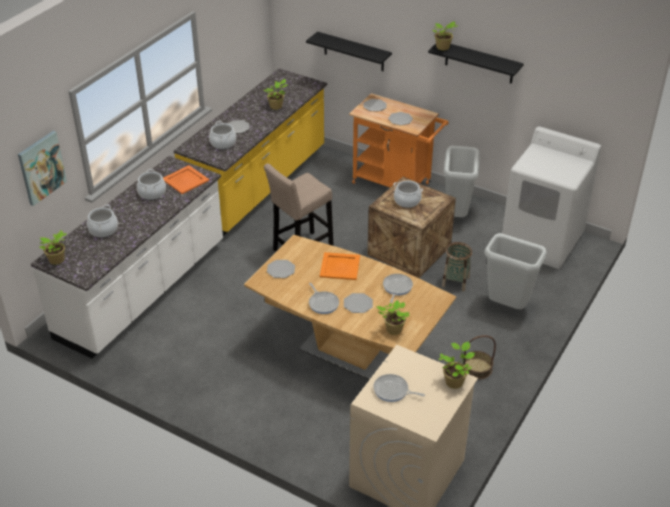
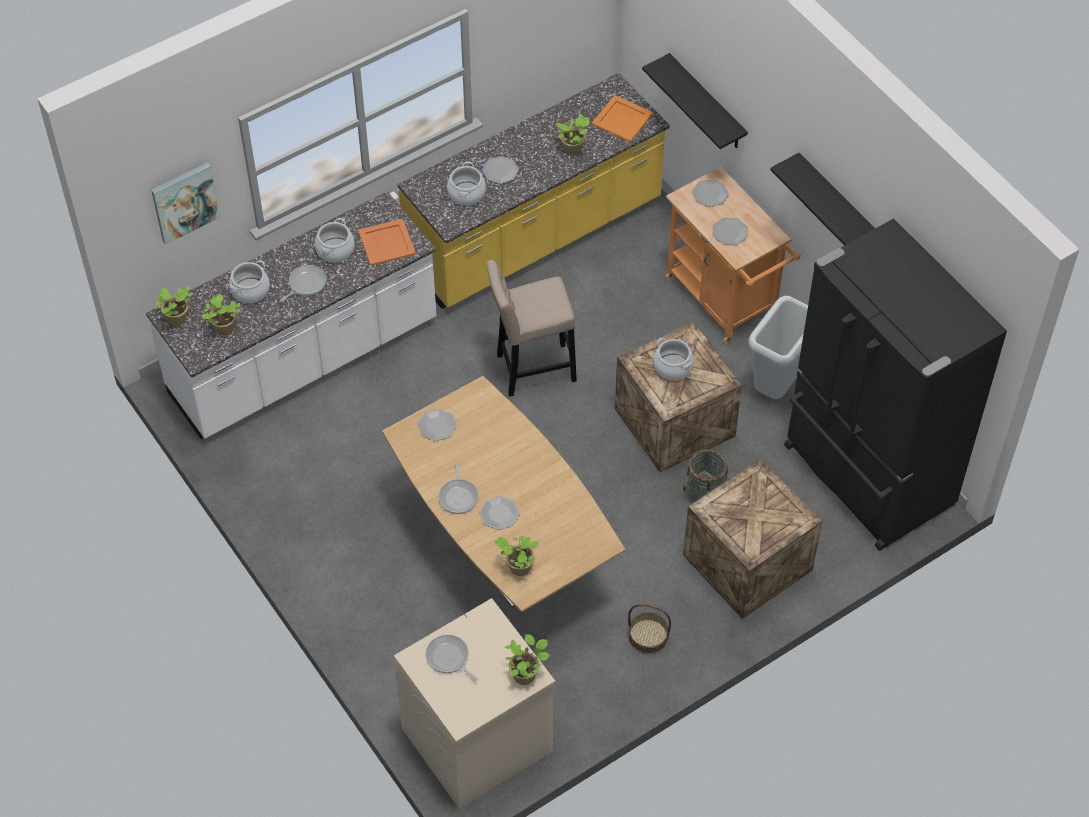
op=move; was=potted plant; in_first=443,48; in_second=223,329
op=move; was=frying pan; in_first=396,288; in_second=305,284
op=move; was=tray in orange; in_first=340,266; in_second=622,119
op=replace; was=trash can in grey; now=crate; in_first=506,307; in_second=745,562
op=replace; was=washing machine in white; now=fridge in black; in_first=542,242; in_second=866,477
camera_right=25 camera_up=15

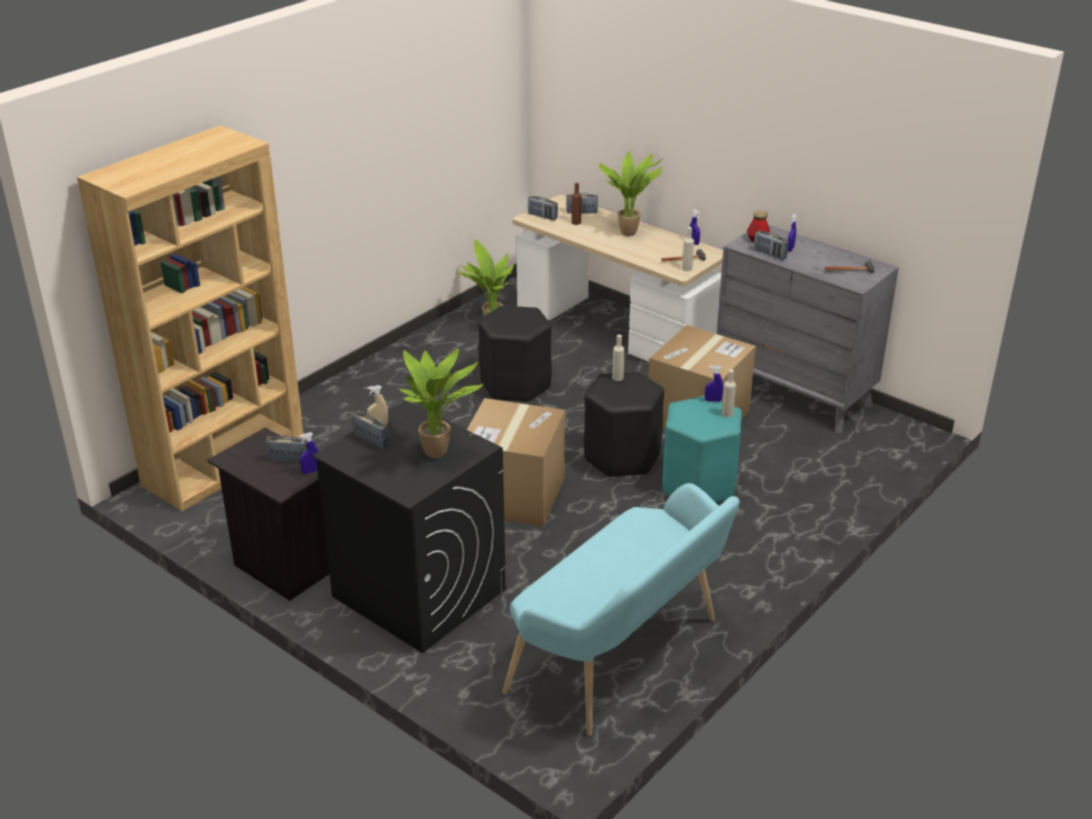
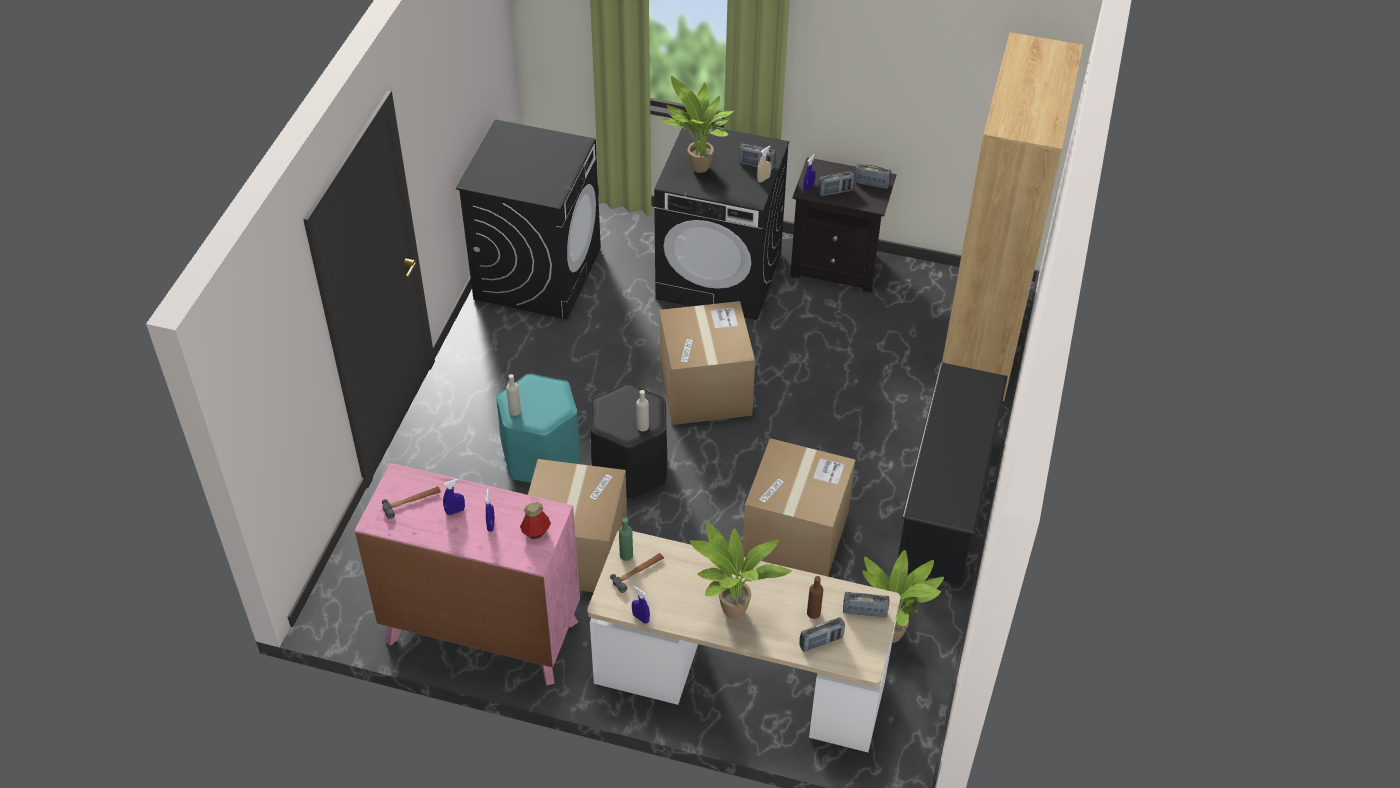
op=recolor; was=dresser in grey; now=dresser in pink; in_first=793,393; in_second=482,631
op=move; was=spray bottle in blue; in_first=713,400; in_second=455,511
op=replace; was=bench in turquoise; now=washing machine in black; in_first=623,658; in_second=538,273
op=recolor; was=bottle in beige; now=bottle in green; in_first=687,268; in_second=626,555
op=replace; was=stool in black; now=cardboard box; in_first=515,385; in_second=795,535
op=move; was=radio; in_first=769,254; in_second=872,184
op=insert; now=shoe rack in black; in_second=945,502
camera_right=155 camera_up=15

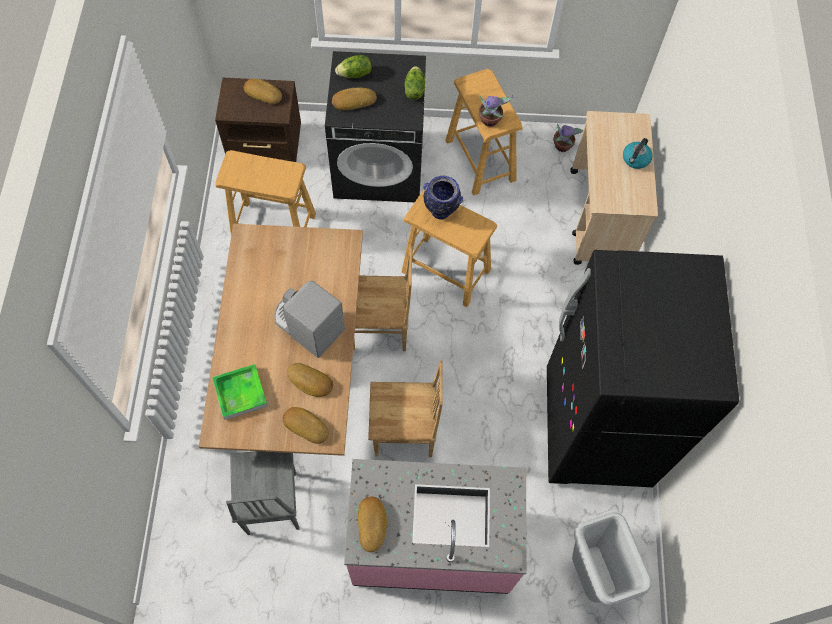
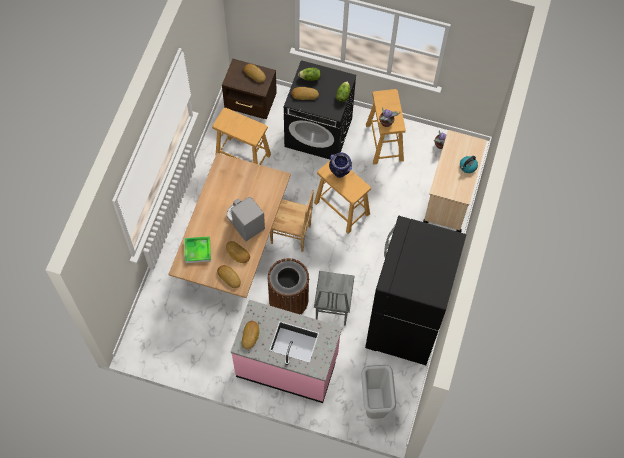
op=replace; was=chair in brown; now=trash can in brown; in_first=404,434; in_second=288,300
op=move; was=chair in grey; in_first=271,504; in_second=332,307
camera_right=15 camera_up=0

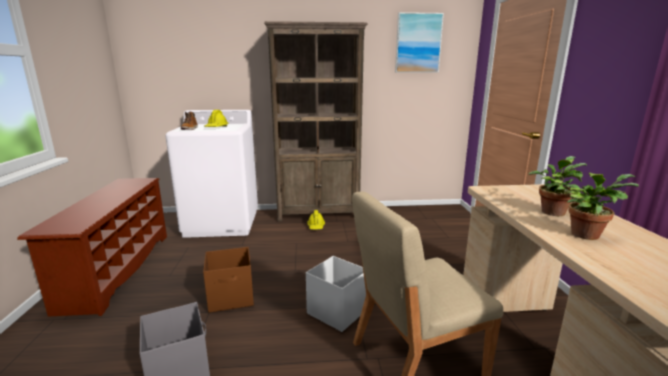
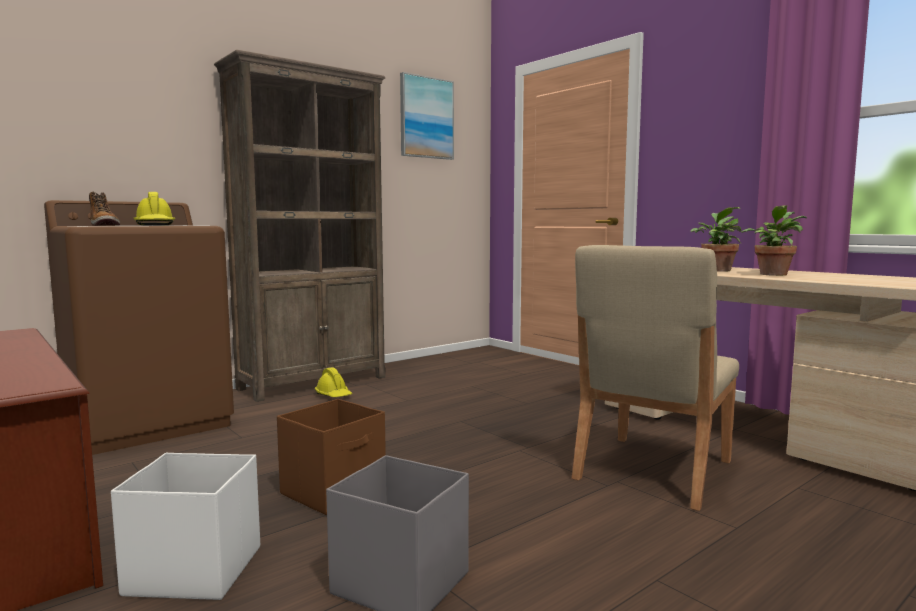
op=recolor; was=washing machine in white; now=washing machine in brown; in_first=222,223; in_second=149,422
op=move; was=storage box in white; in_first=336,311; in_second=193,570
camera_right=-35 camera_up=-10

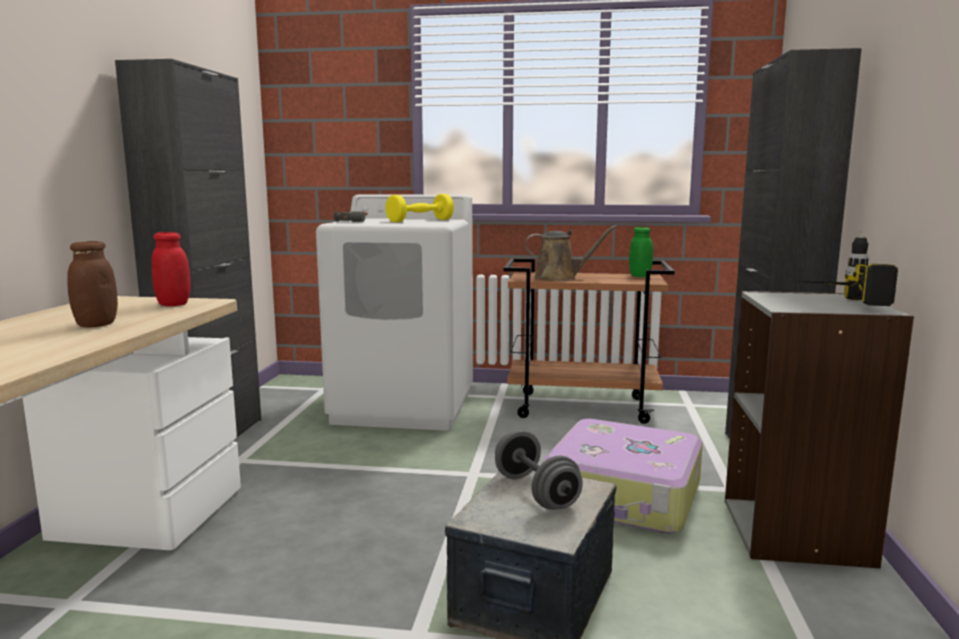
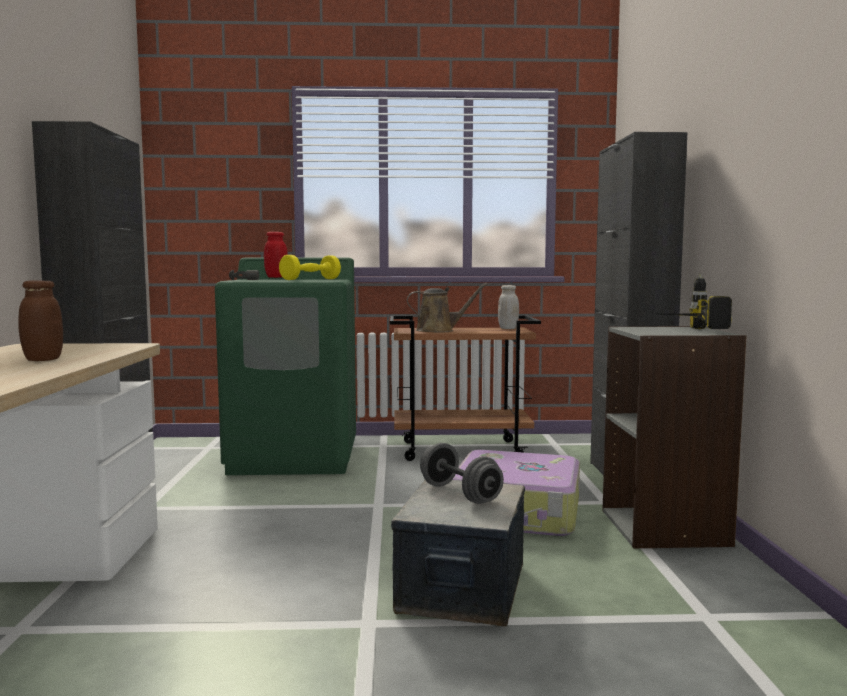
op=recolor; was=washing machine in white; now=washing machine in green; in_first=405,406; in_second=295,457
op=move; was=jar in red; in_first=173,304; in_second=276,277
op=recolor; was=jar in green; now=jar in white; in_first=640,276; in_second=508,328
camera_right=-10 camera_up=-5

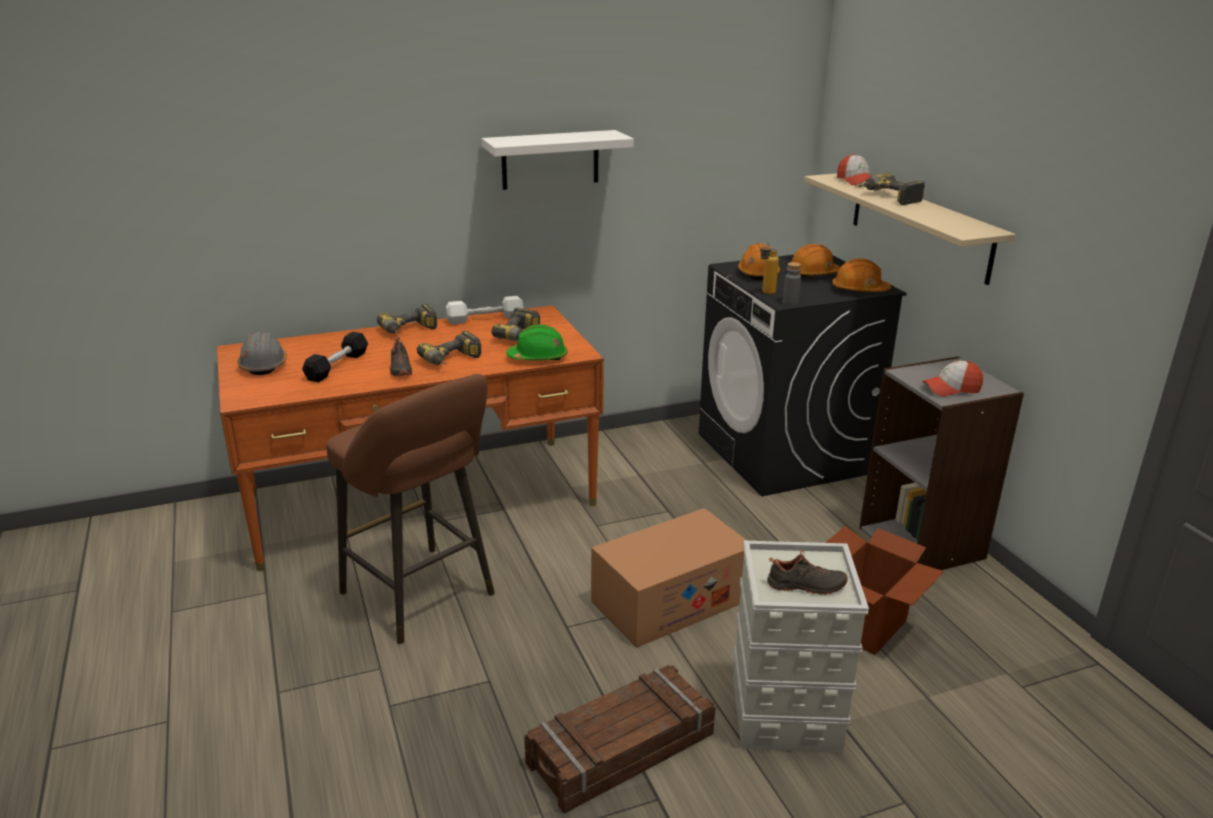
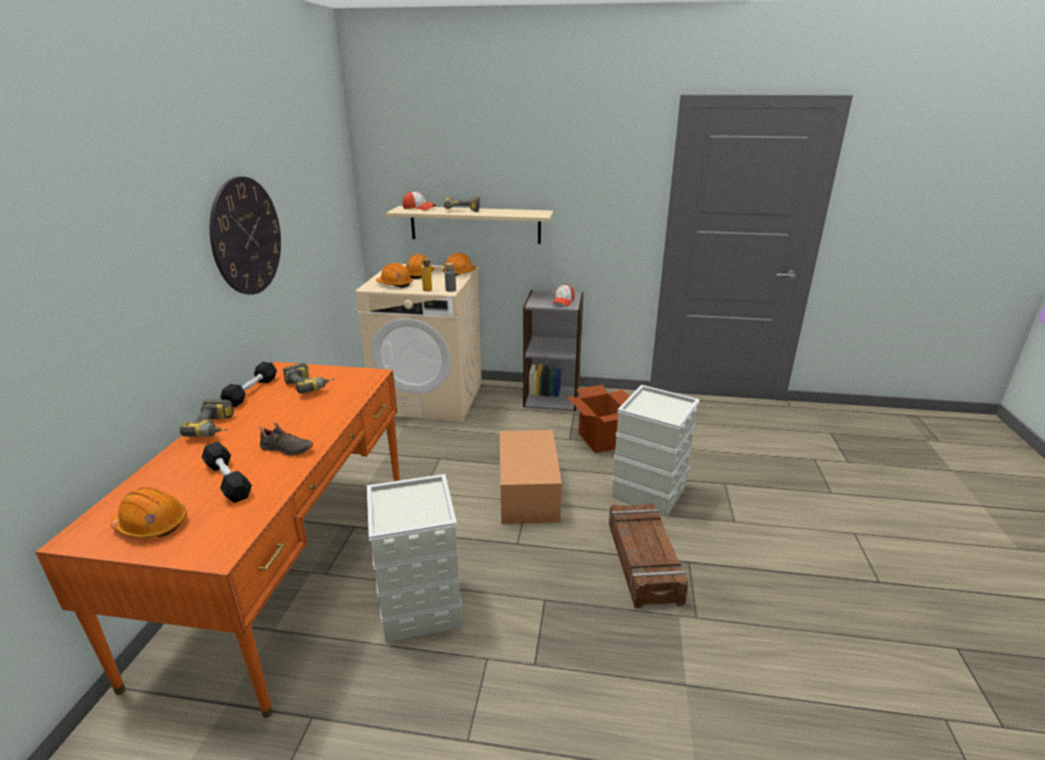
op=recolor; was=hard hat in grey; now=hard hat in orange; in_first=263,365; in_second=151,525
op=replace; was=shelf in white; now=wall clock; in_first=550,159; in_second=246,236
op=recolor; was=dumbbell in white; now=dumbbell in black; in_first=485,319; in_second=251,391
op=recolor; was=washing machine in black; now=washing machine in beige; in_first=784,453; in_second=430,398
op=replace; was=stool in brown; now=storage box in grey; in_first=422,597; in_second=421,606
op=delete; was=power drill; in_first=453,361
op=delete; was=hard hat in green; in_first=538,357
op=delete; was=shoe in black; in_first=806,587
camera_right=-60 camera_up=0

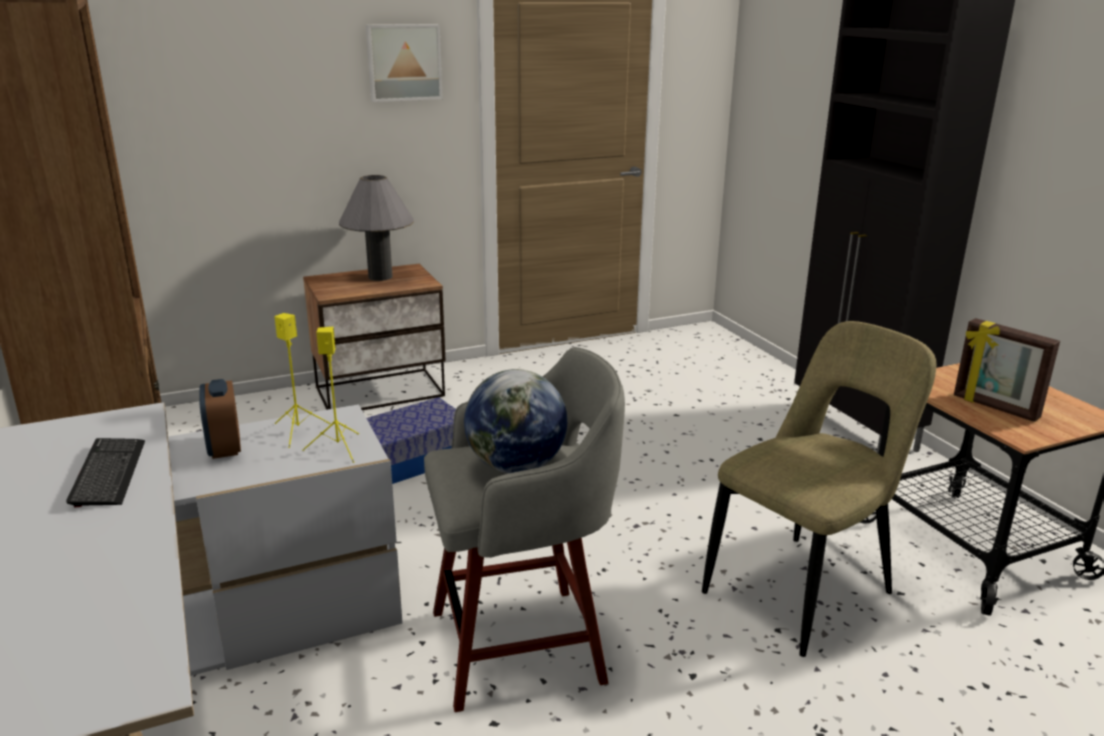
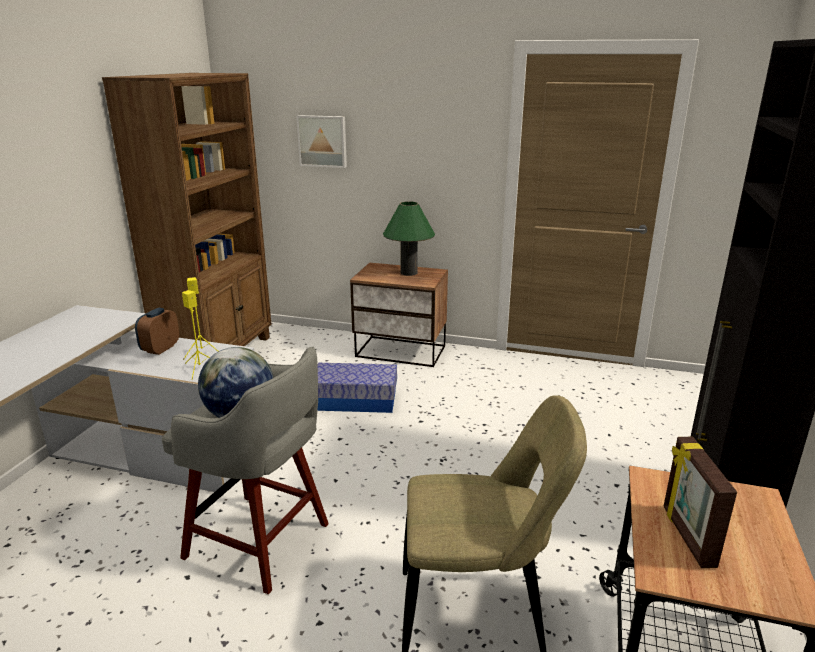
op=move; was=picture; in_first=403,62; in_second=323,141
op=recolor; was=table lamp in grey; now=table lamp in green; in_first=380,277; in_second=409,273
op=delete; was=keyboard; in_first=109,473
camera_right=40 camera_up=0

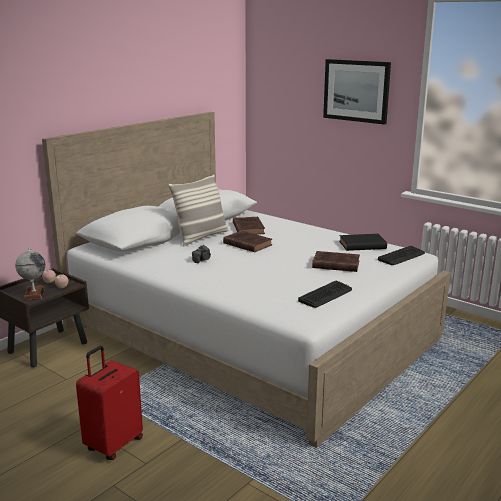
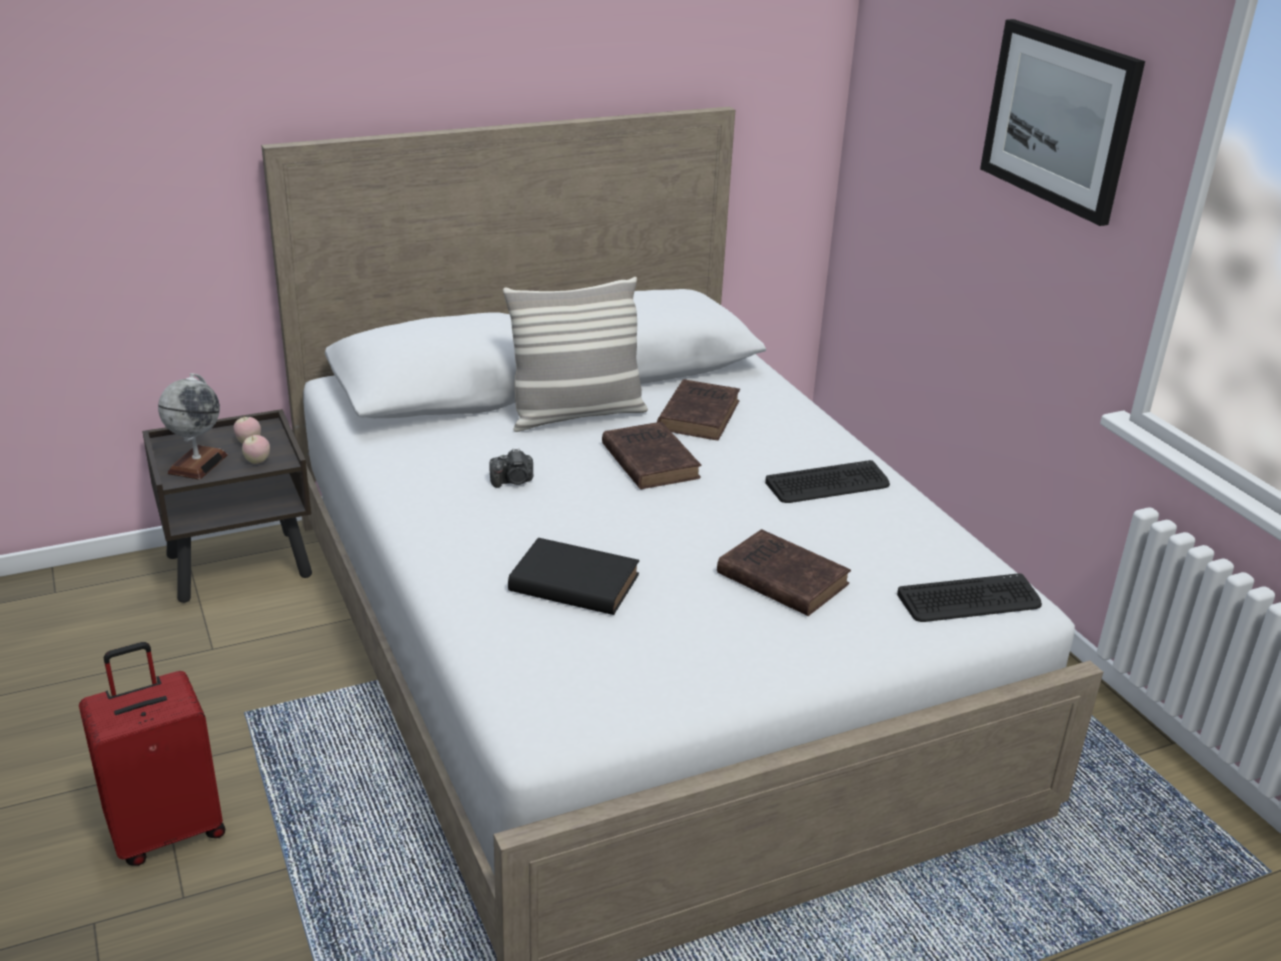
op=move; was=book in black; in_first=361,245; in_second=571,582
op=move; was=keyboard; in_first=326,295; in_second=828,484
camera_right=25 camera_up=10

